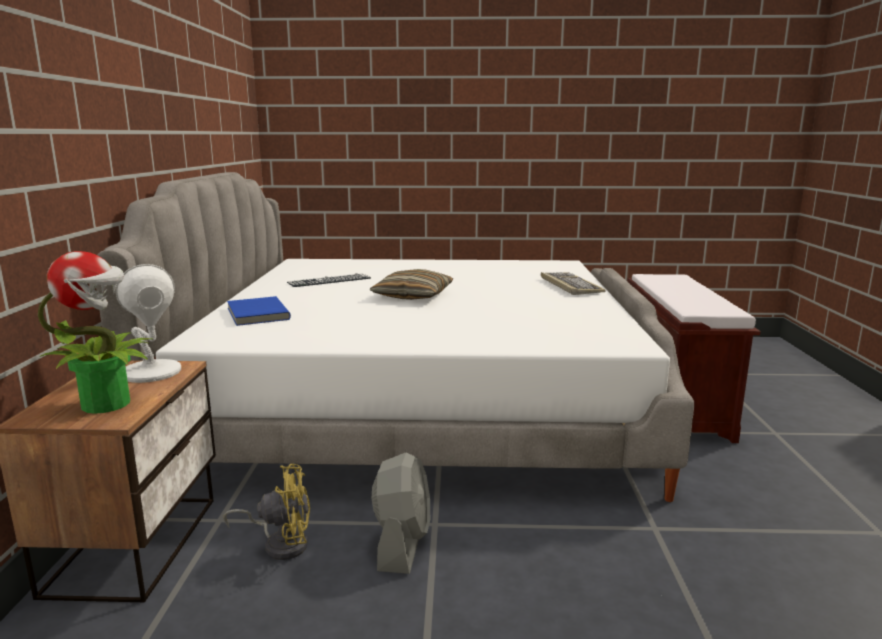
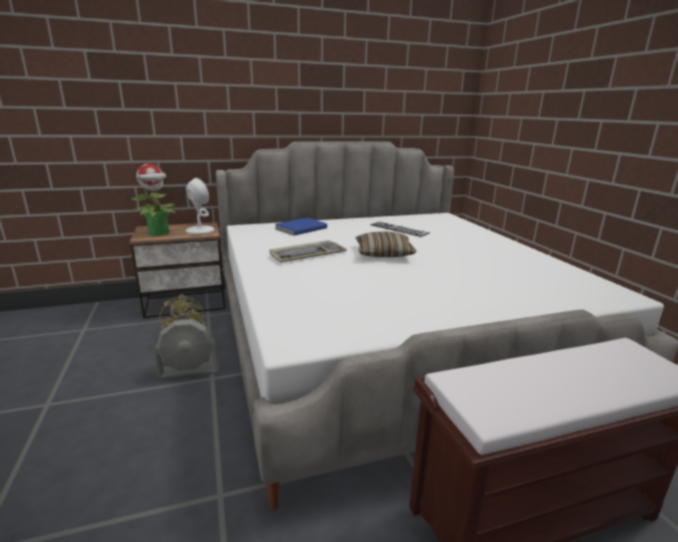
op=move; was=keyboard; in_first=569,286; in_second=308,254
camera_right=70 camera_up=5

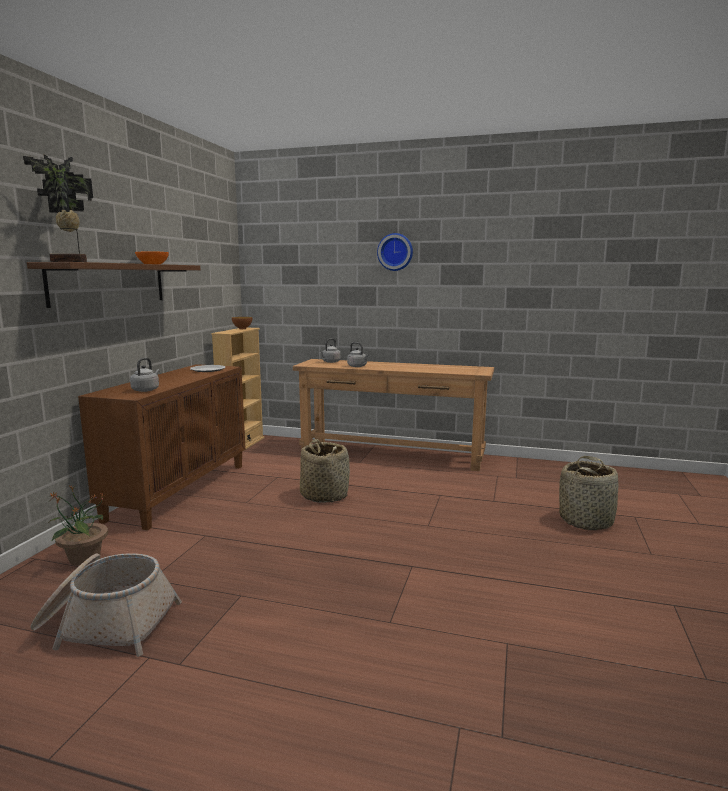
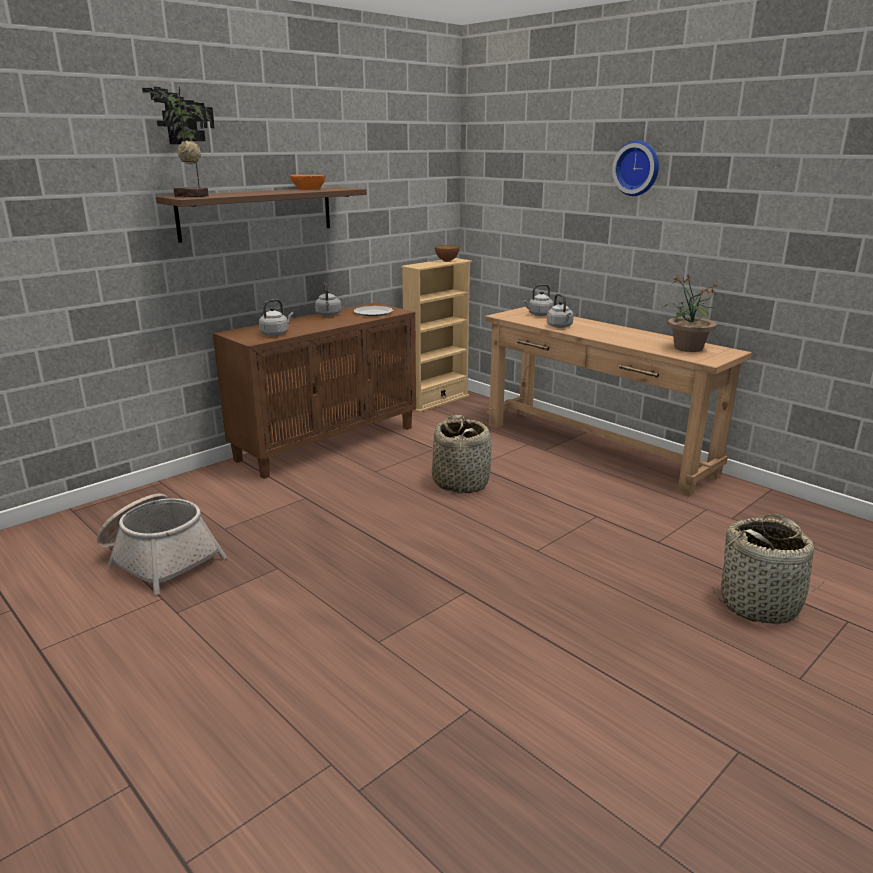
op=insert; now=kettle in grey; in_second=328,315
op=move; was=potted plant; in_first=83,558; in_second=687,348
camera_right=30 camera_up=10

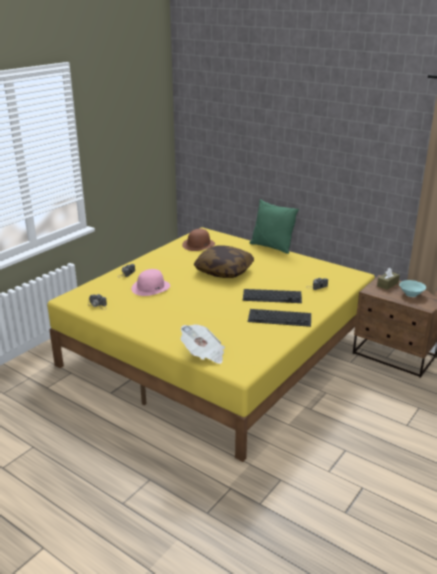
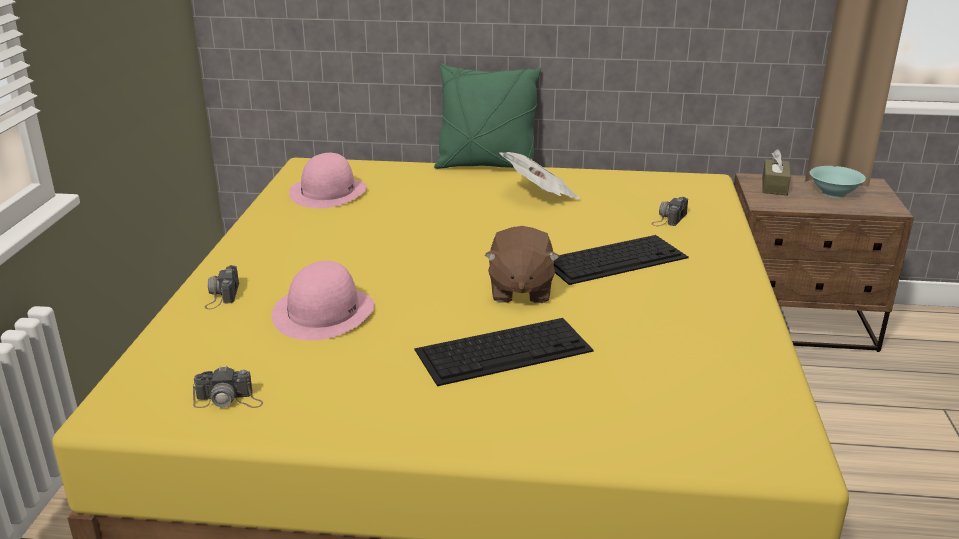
op=recolor; was=hat in brown; now=hat in pink; in_first=198,244; in_second=328,192
op=move; was=keyboard; in_first=280,317; in_second=505,350
op=insert; now=plush toy in brown; in_second=520,290
op=move; was=newspaper; in_first=203,354; in_second=540,196
op=delete; was=pillow; in_first=224,271
camera_right=-30 camera_up=0

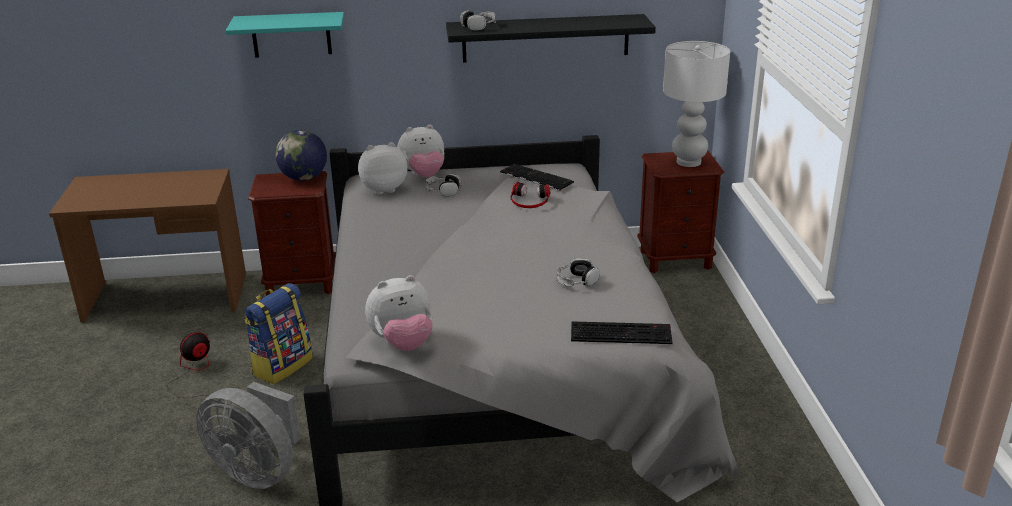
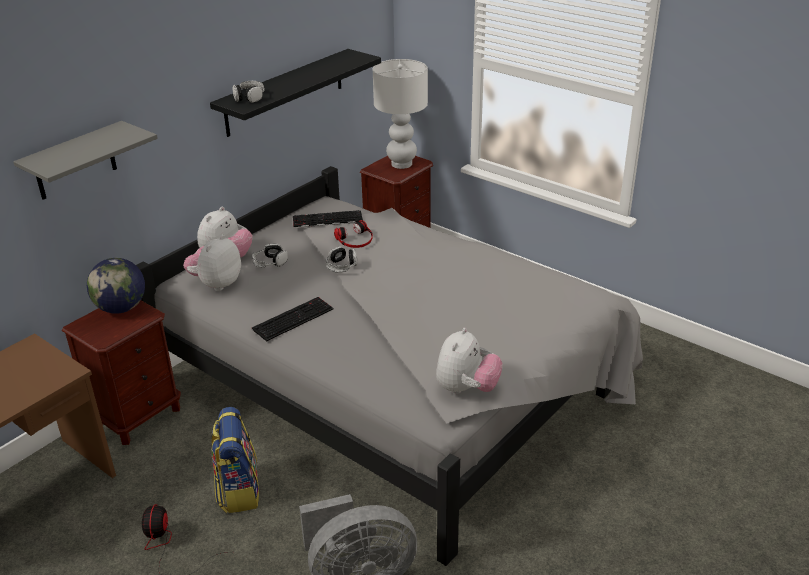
op=recolor; was=shelf in turquoise; now=shelf in grey; in_first=291,34; in_second=75,161
op=move; was=keyboard; in_first=622,333; in_second=293,318
op=move; was=headphones; in_first=576,281; in_second=342,266
camera_right=-45 camera_up=5

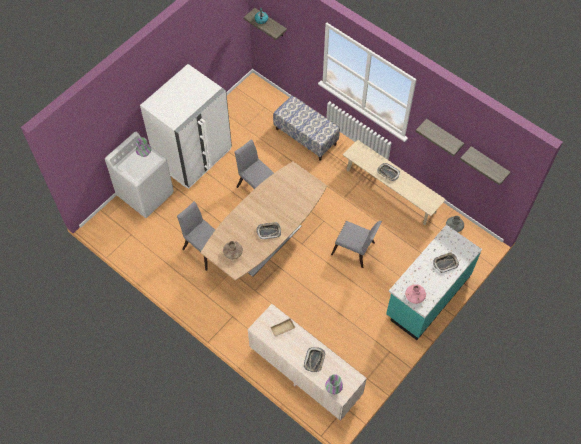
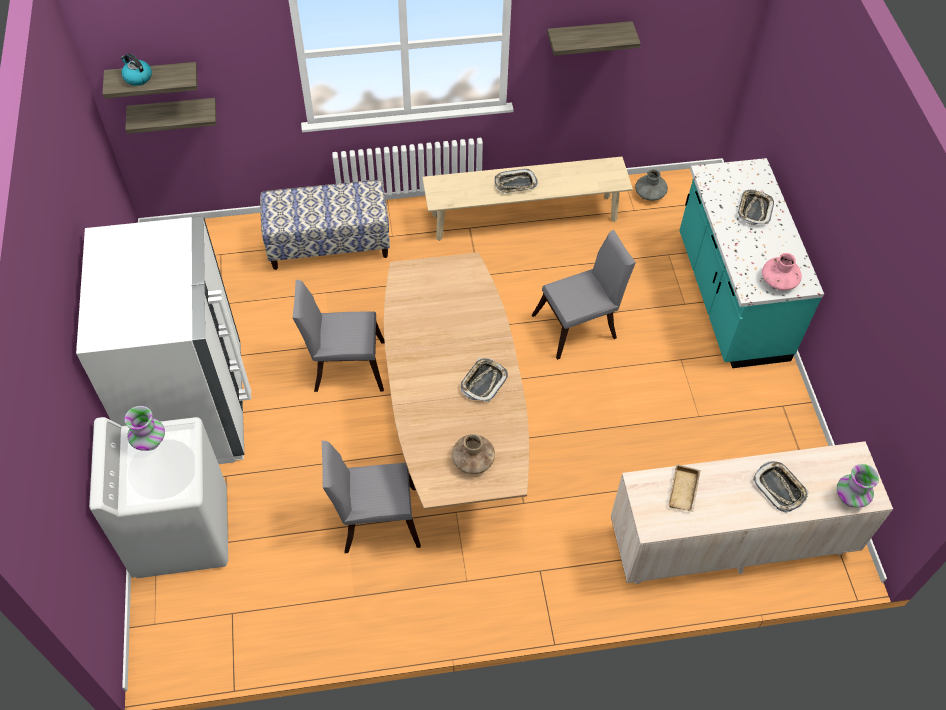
op=move; was=shelf; in_first=489,163; in_second=174,113
camera_right=-50 camera_up=-5

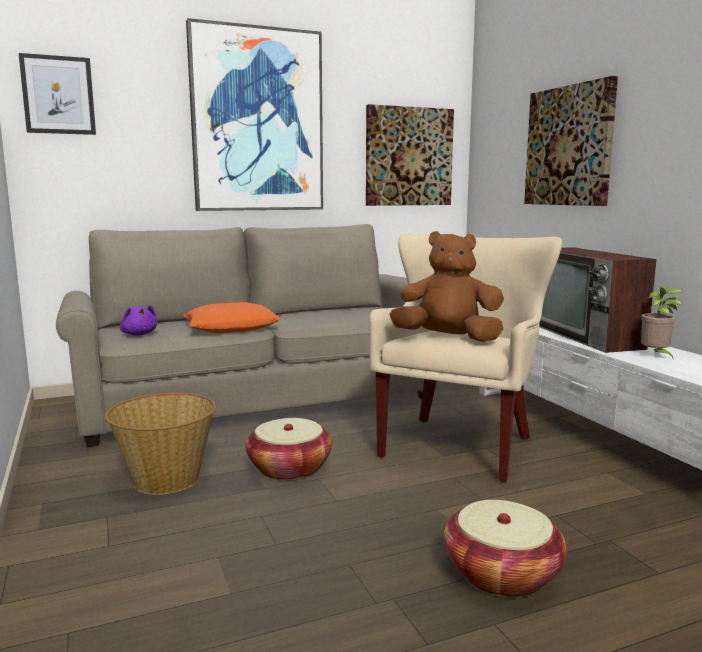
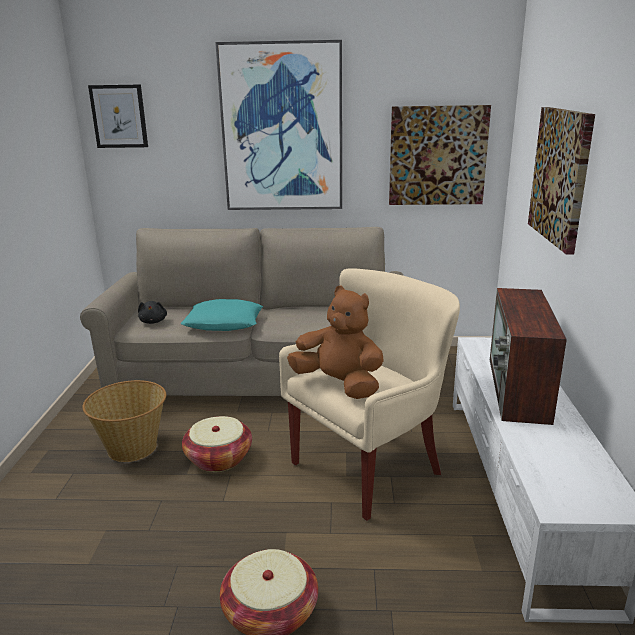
op=recolor; was=plush toy in purple; now=plush toy in black; in_first=139,334; in_second=153,321
op=recolor; was=pillow in orange; now=pillow in turquoise; in_first=231,327; in_second=223,322
op=delete; was=potted plant; in_first=656,356
camera_right=25 camera_up=10

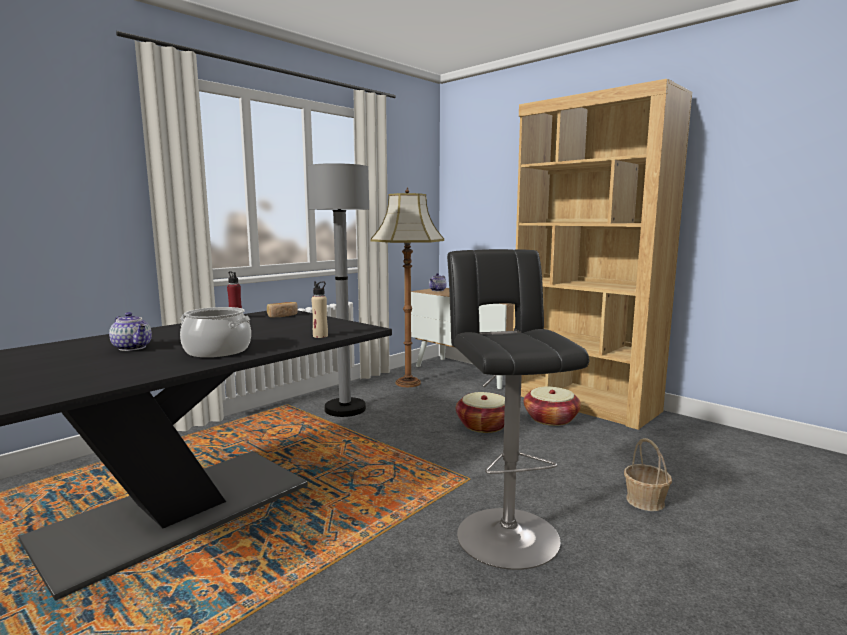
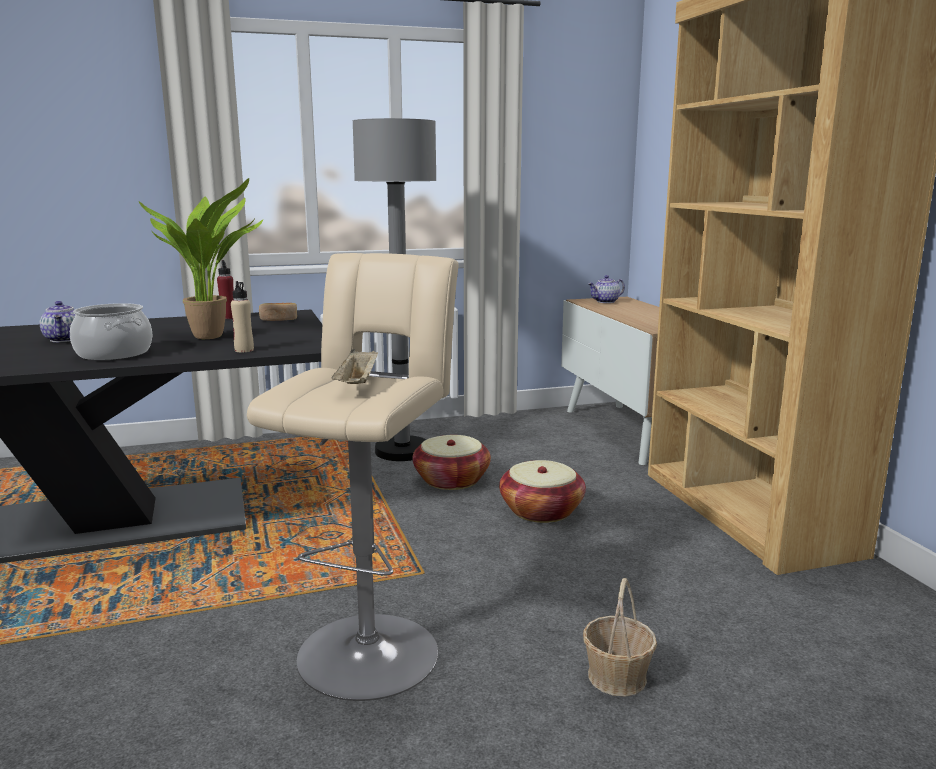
op=insert; now=potted plant; in_second=212,336
op=recolor; was=stool in black; now=stool in beige; in_first=504,531; in_second=372,648
op=insert; now=tray in beige; in_second=358,385
op=move; was=basket; in_first=551,419; in_second=451,480
op=delete; was=floor lamp; in_first=408,383
camera_right=30 camera_up=5

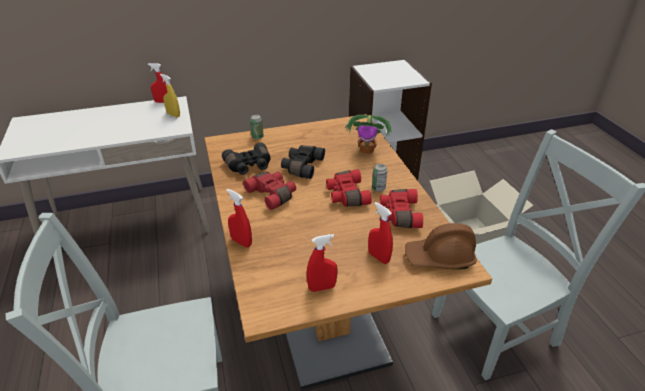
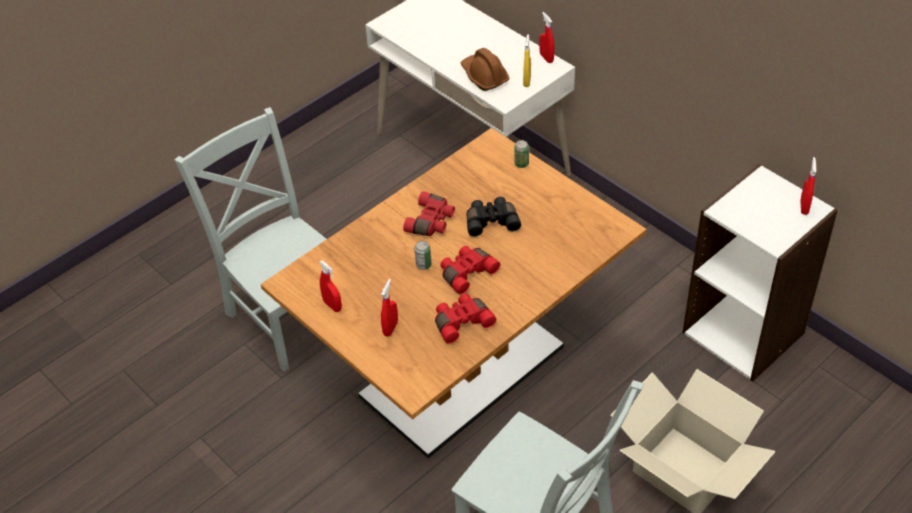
op=move; was=can; in_first=378,188; in_second=423,265
op=move; was=hard hat in brown; in_first=439,258; in_second=484,76
op=move; was=spray bottle in red; in_first=241,242; in_second=804,207
op=delete; was=binoculars in black; in_first=249,166
op=delete; was=potted plant; in_first=367,150
camera_right=65 camera_up=10

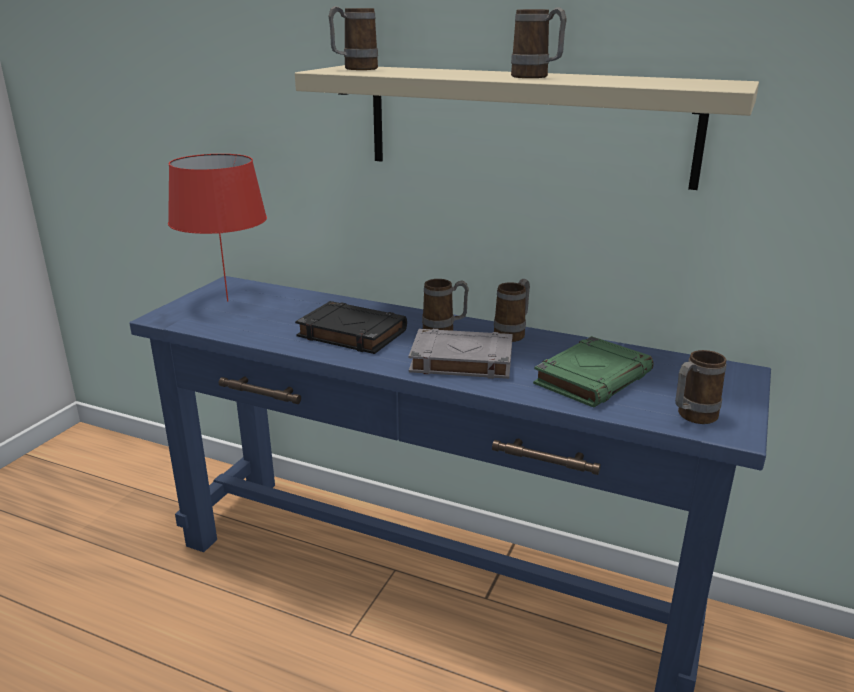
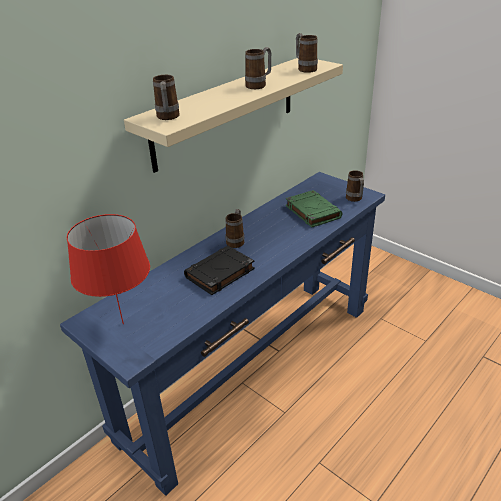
op=move; was=mug; in_first=513,334; in_second=305,69
op=delete; was=book in grey; in_first=460,361
camera_right=-70 camera_up=10

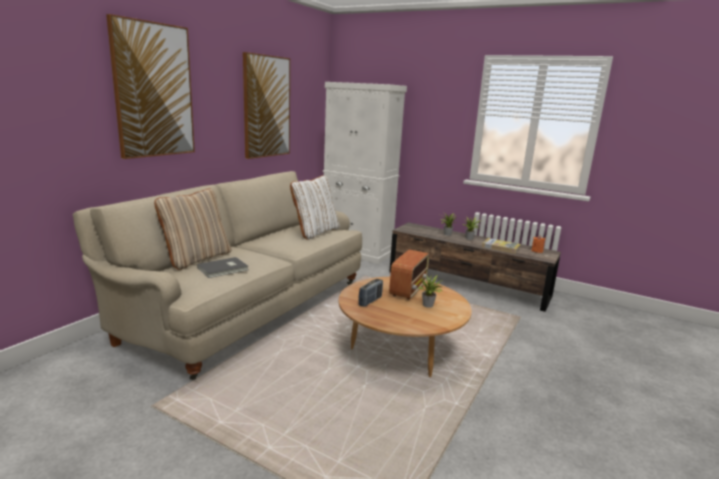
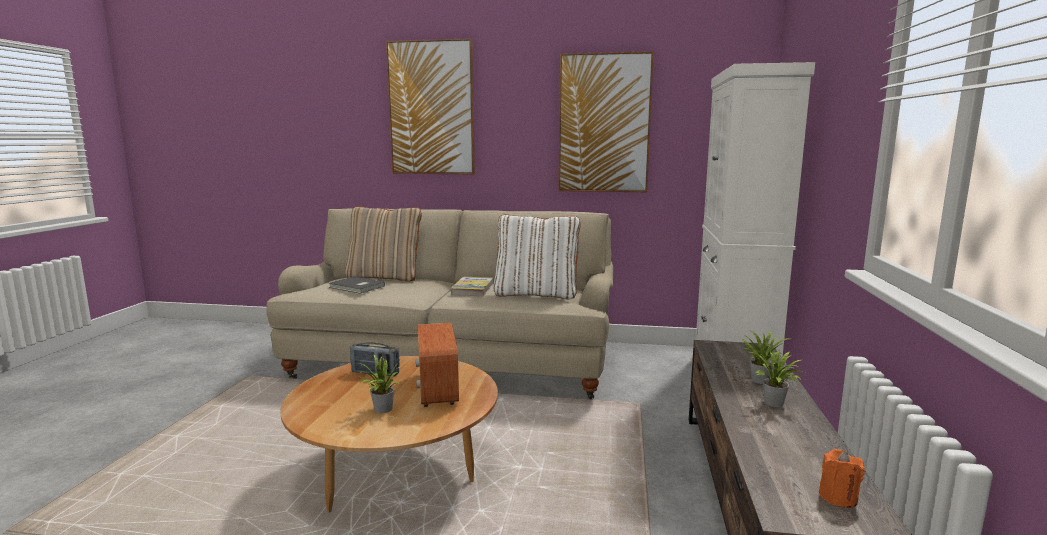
op=rotate; was=radio; in_first=408,289; in_second=437,389; clockwise=75
op=move; was=book; in_first=500,247; in_second=472,289
camera_right=70 camera_up=-5

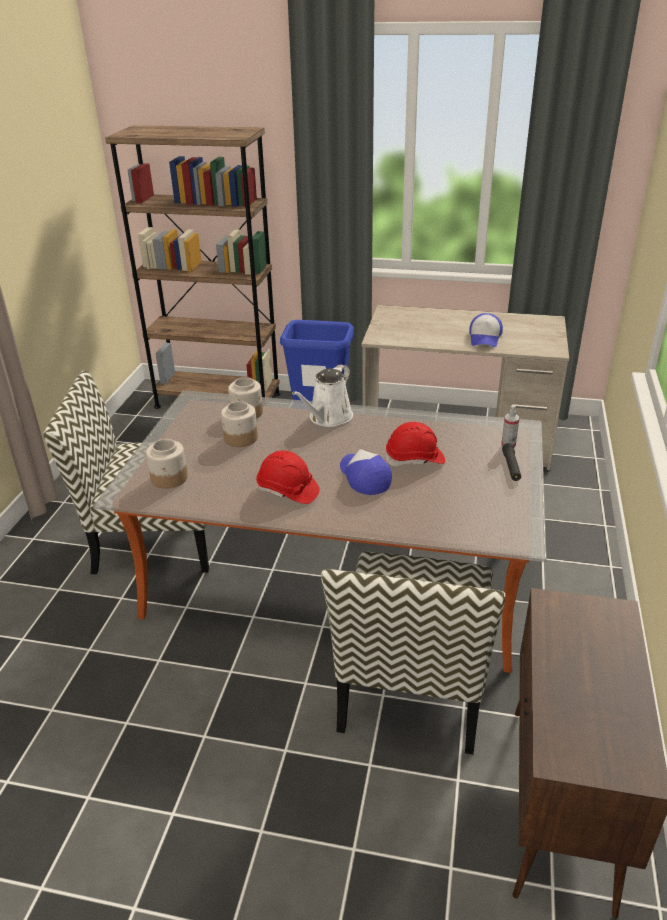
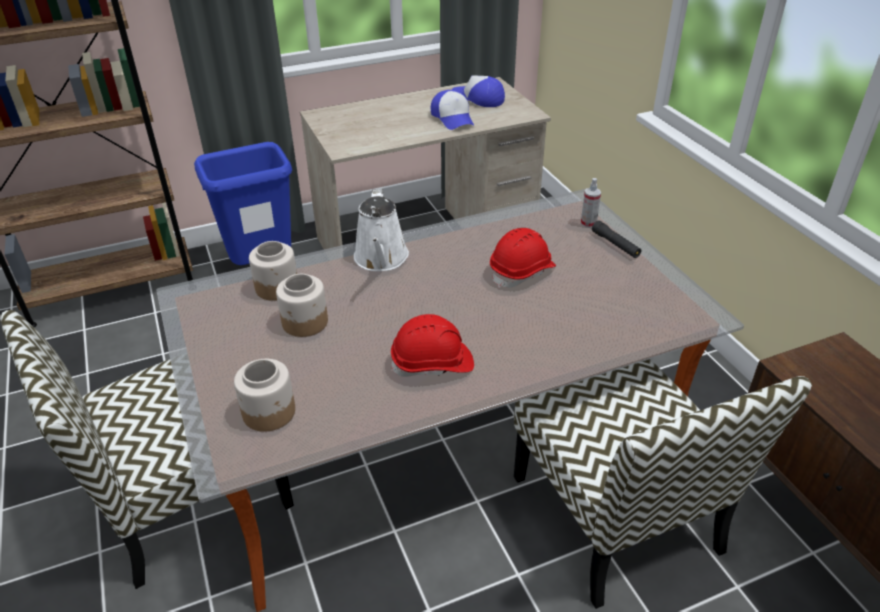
op=move; was=cap; in_first=364,477; in_second=478,99
camera_right=-35 camera_up=5

